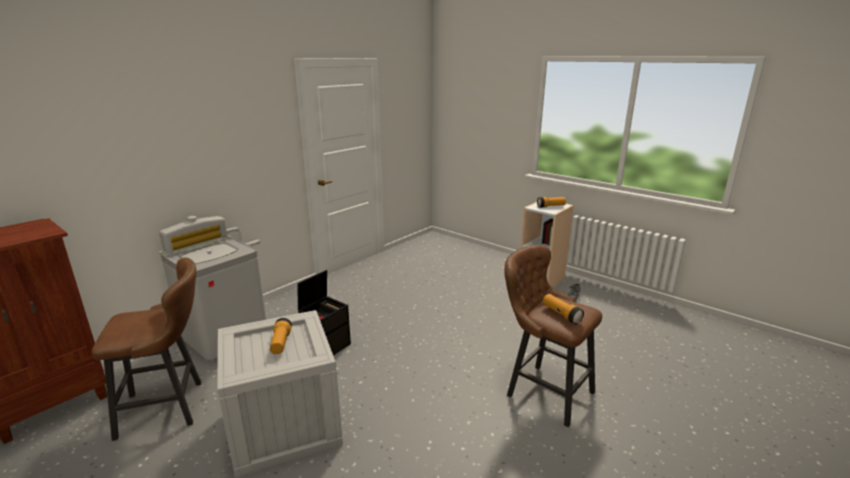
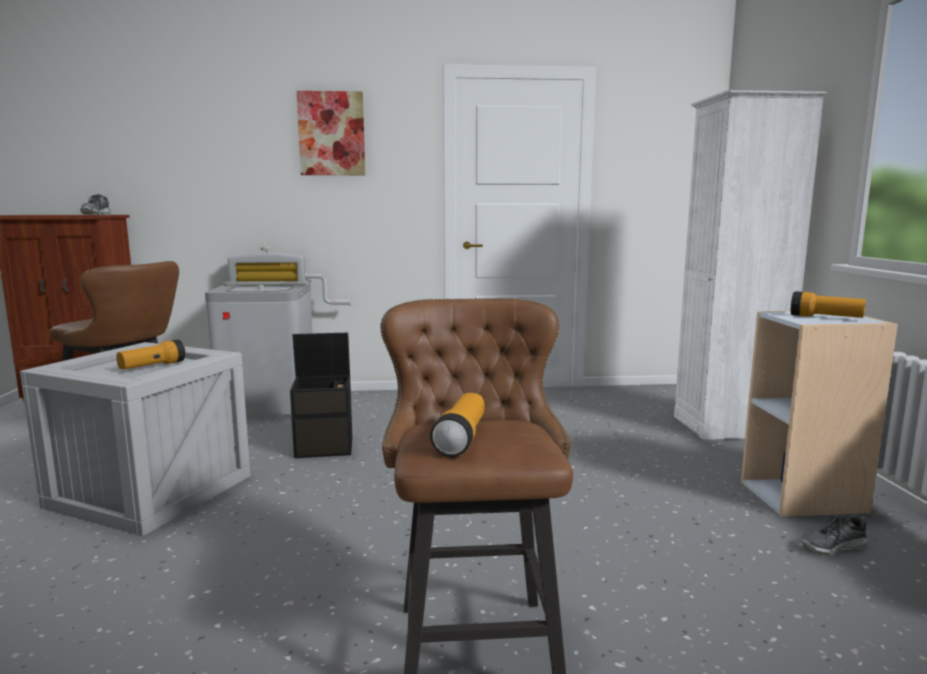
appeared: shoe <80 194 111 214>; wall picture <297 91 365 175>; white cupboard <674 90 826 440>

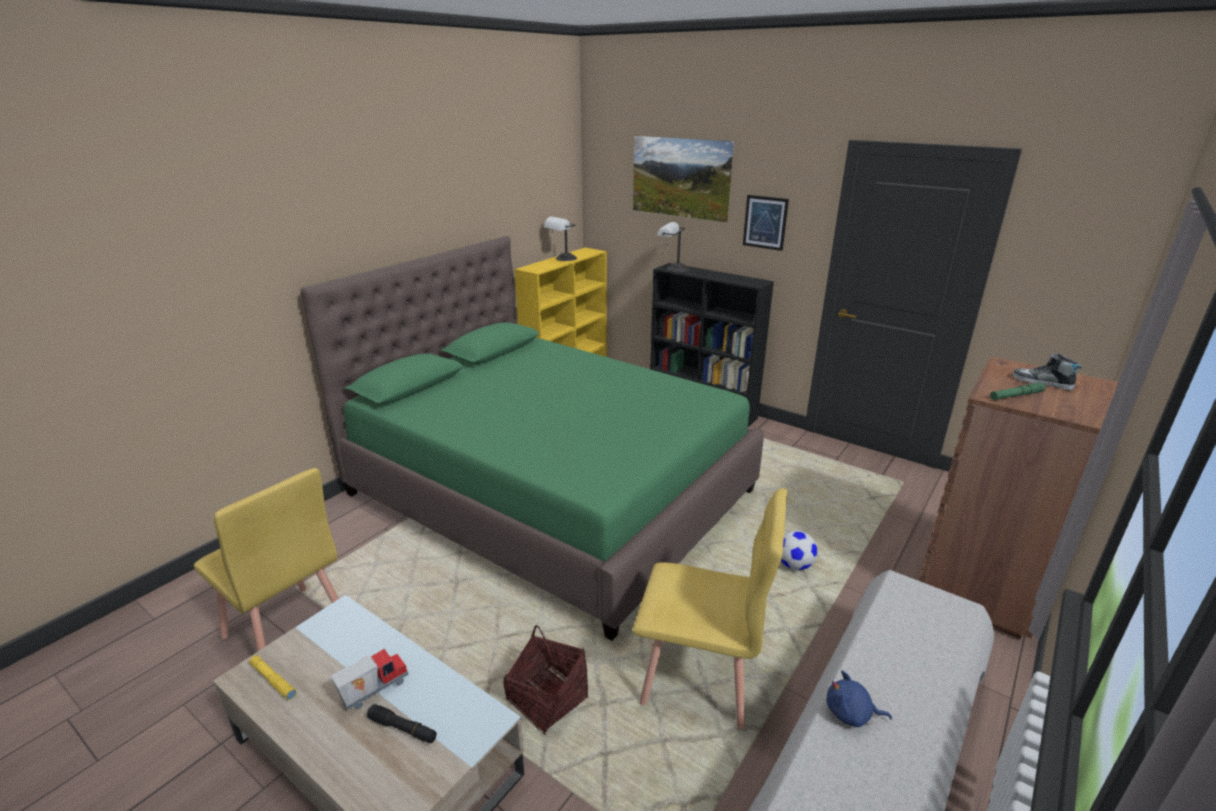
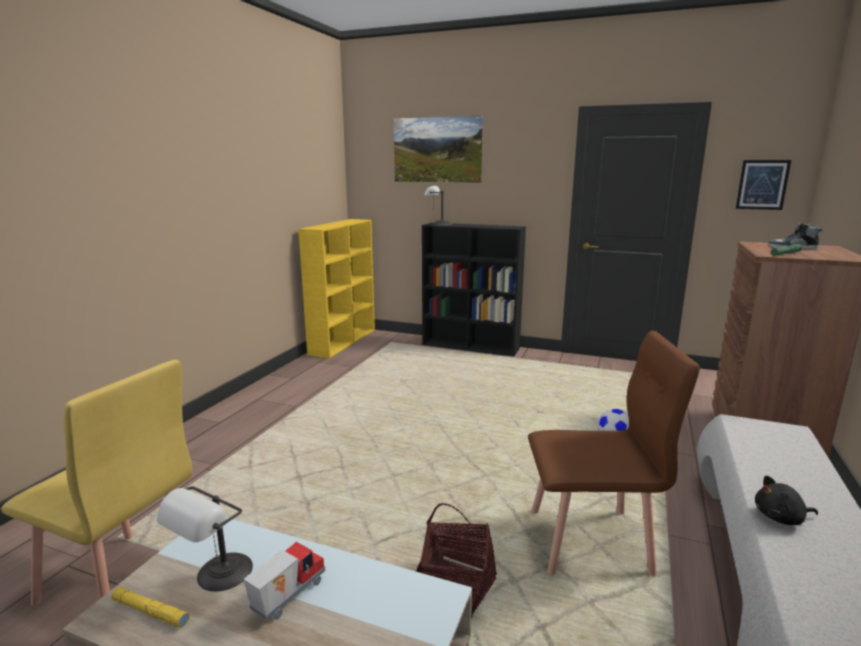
missing: greenish sleeping bed <301 236 764 641>; blackish hand torch <367 704 437 743>
relocated: table lamp <544 217 577 261> to <156 486 253 592>; wall picture <743 195 789 251> to <736 160 791 210>
colour: yellow-coloured chair <632 488 787 729> to brownish chair <528 331 700 576>; blue-coloured cuddly toy <826 670 892 727> to blackish cuddly toy <755 476 818 525>

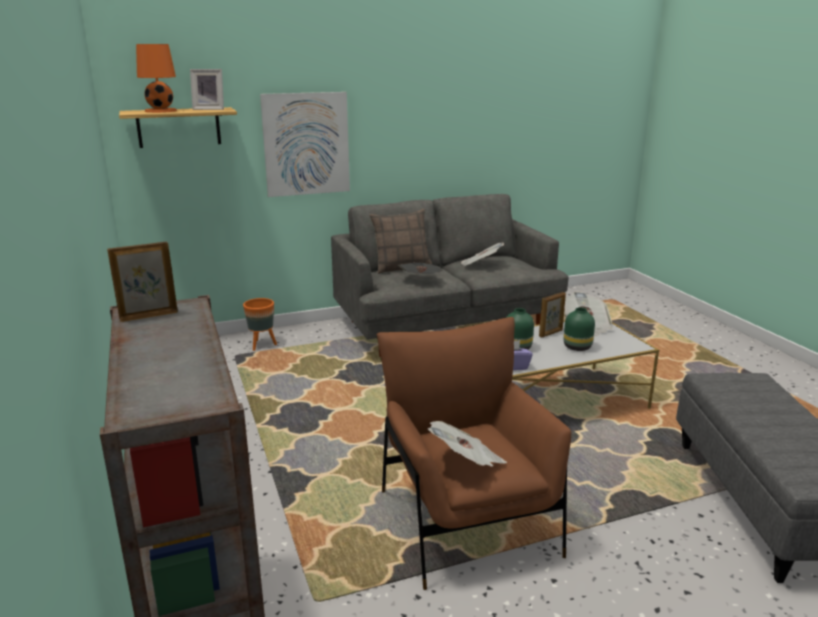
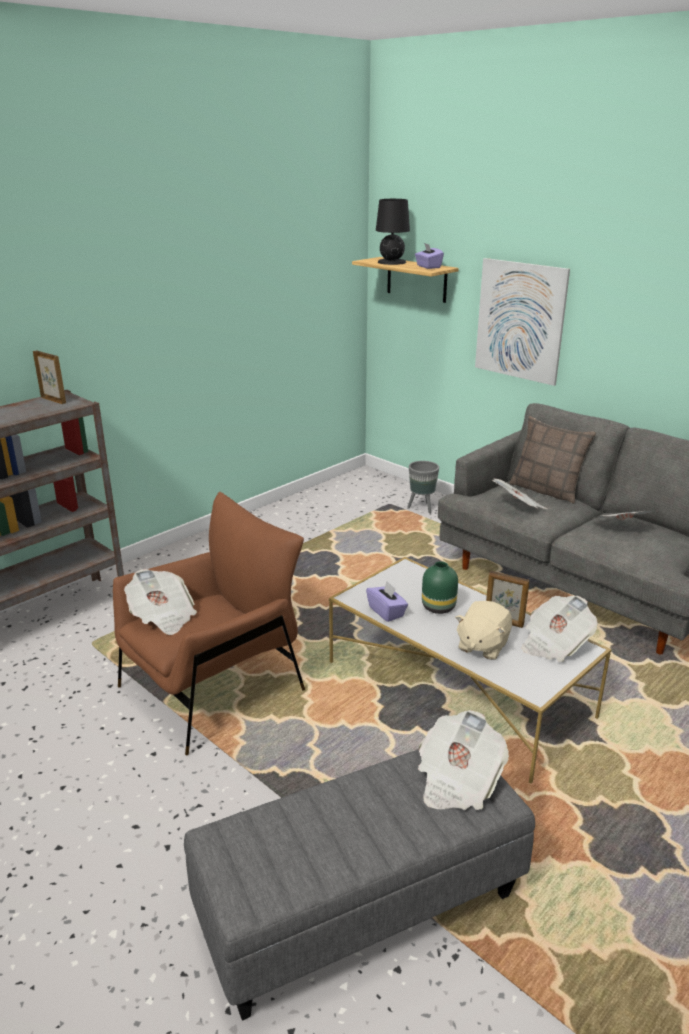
appeared: daily paper <418 710 509 810>
exchanged: picture frame <190 69 224 110> to purple tissue box <415 243 444 269>; greenish decorative vase <564 307 595 351> to beige cuddly toy <455 601 512 660>
colour: orangey table lamp <136 44 177 113> to blackish table lamp <376 199 410 265>; orangey flower pot <243 298 277 351> to grey flower pot <407 461 439 514>

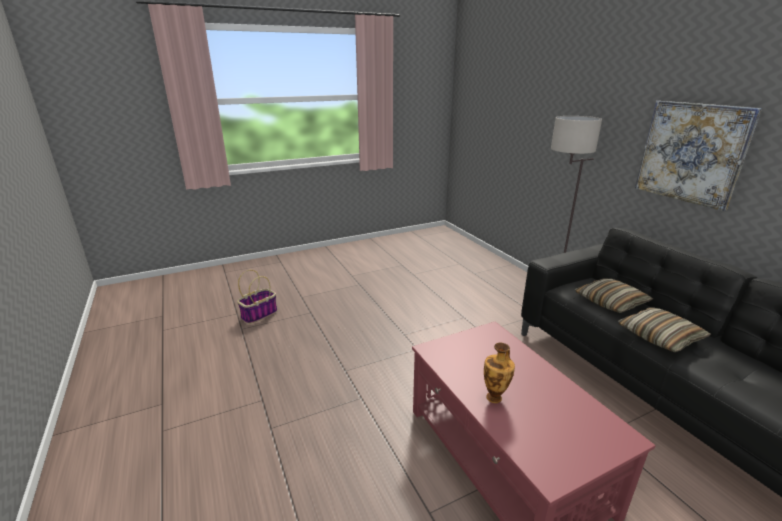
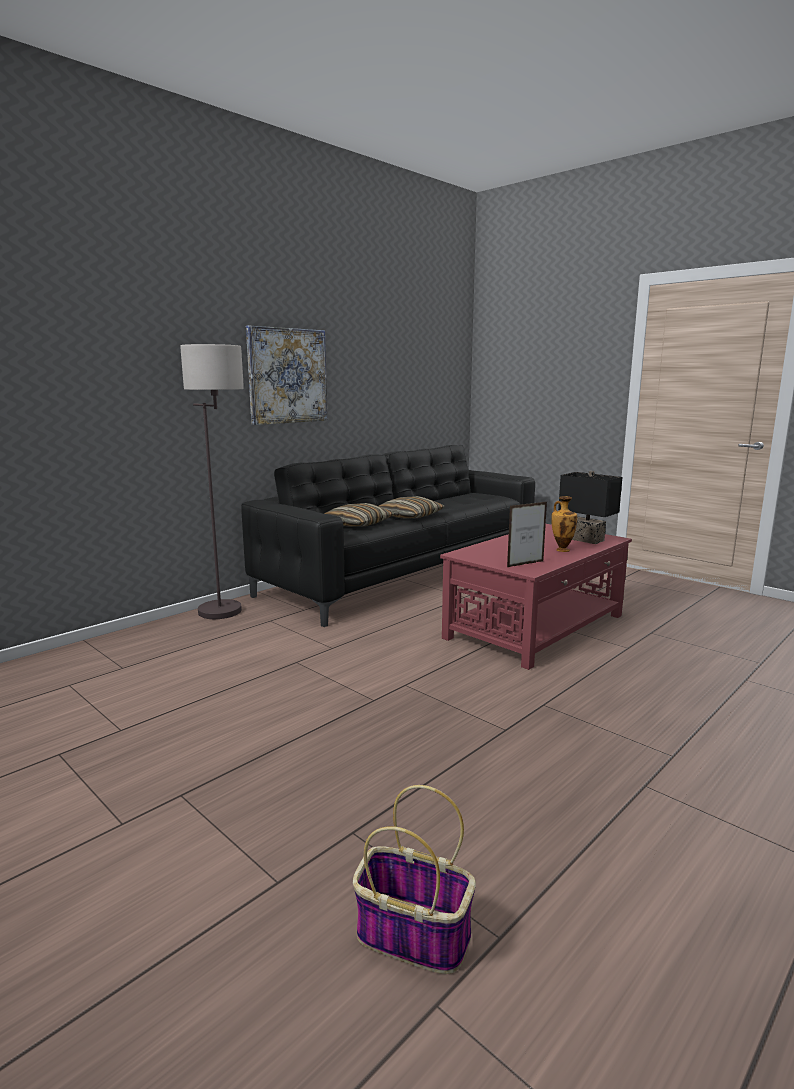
appeared: picture frame <507 502 547 567>; blackish table lamp <558 471 622 544>

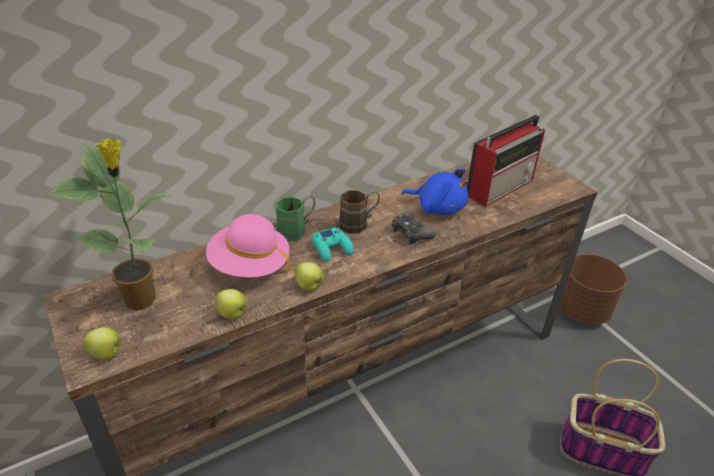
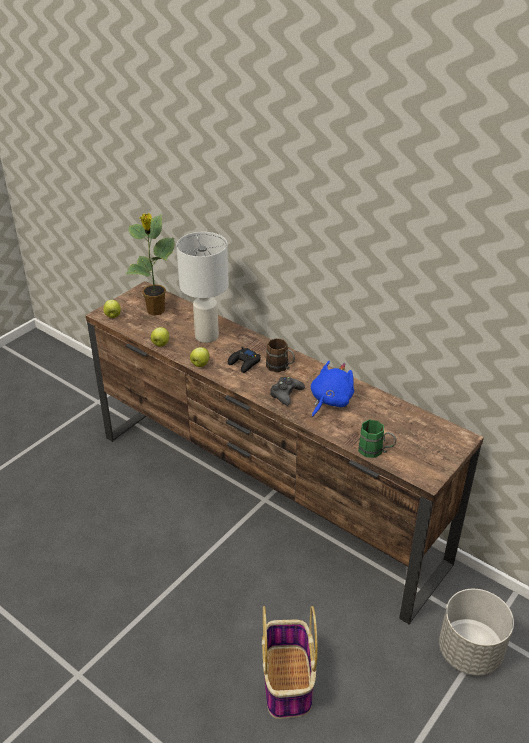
missing: radio set <467 115 545 207>
relocated: greenish coffee mug <276 195 316 242> to <358 420 396 458>
exchanged: pink clothing hat <206 214 290 277> to white table lamp <176 232 229 343>
colour: turquoise-coloured game controller <312 227 354 262> to blackish game controller <228 347 261 373>; brownish flower pot <559 254 627 325> to grey flower pot <439 589 514 675>
spun: blue-coloured cuddly toy <401 168 469 215> = <311 361 354 417> 150 degrees counterclockwise

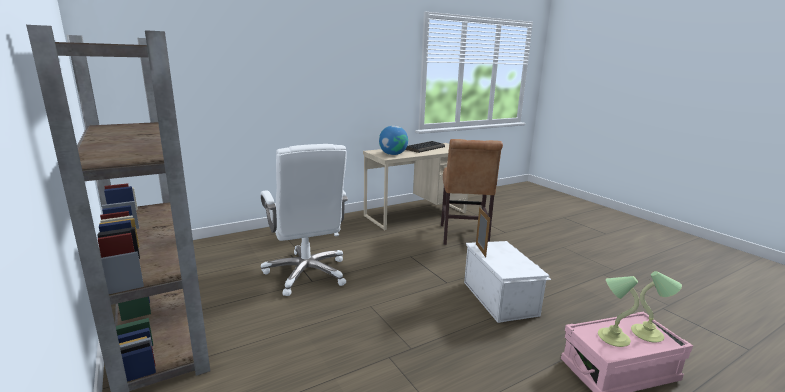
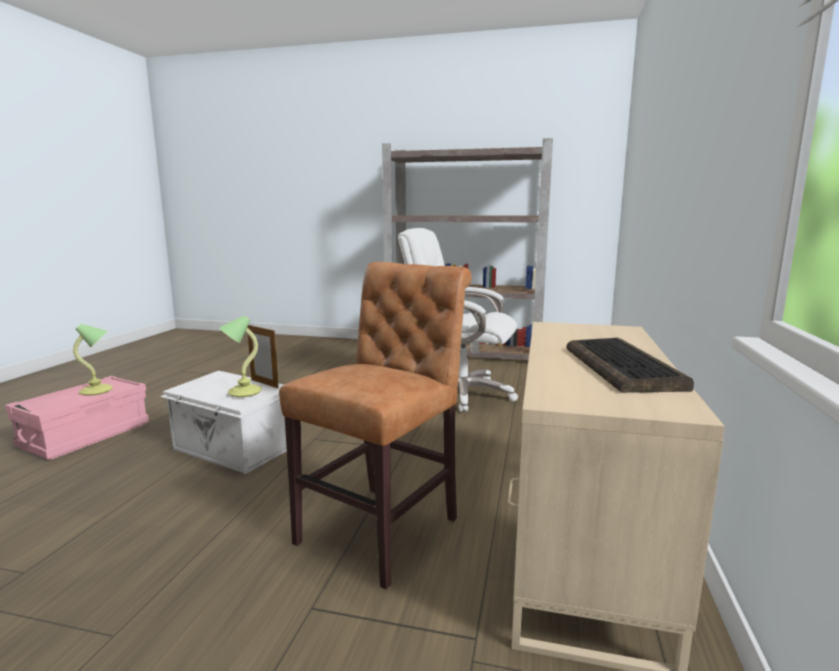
missing: world globe <379 126 408 155>
relocated: table lamp <631 271 682 343> to <219 316 262 397>
spun: brownish chair <441 139 503 245> = <279 262 471 590> 75 degrees clockwise

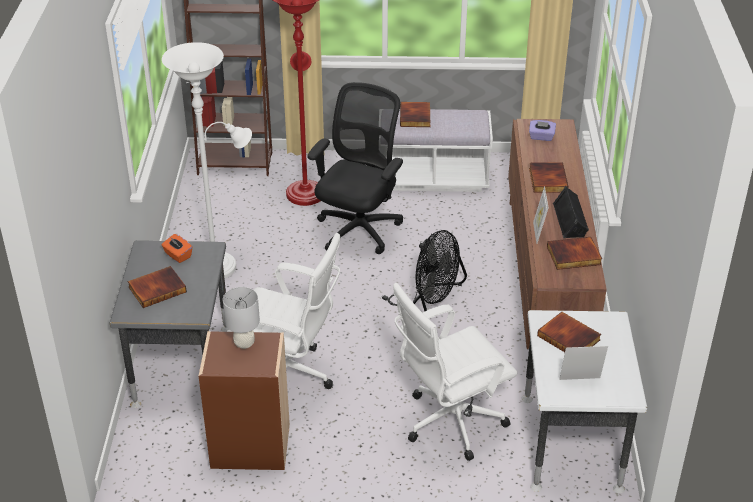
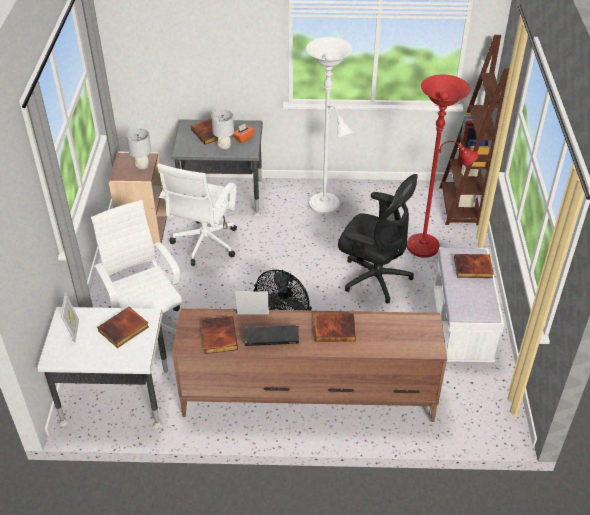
missing: purple tissue box <529 120 556 141>
appeared: grey table lamp <211 109 234 150>

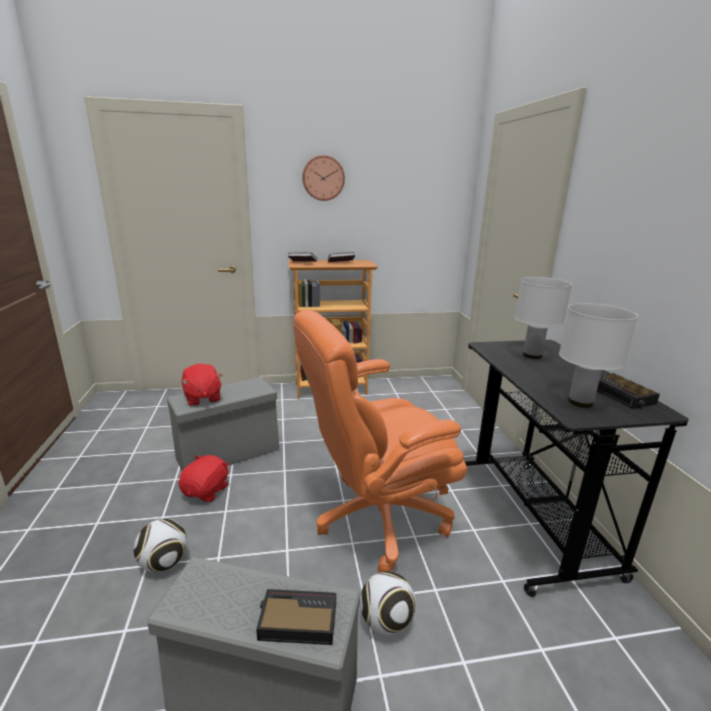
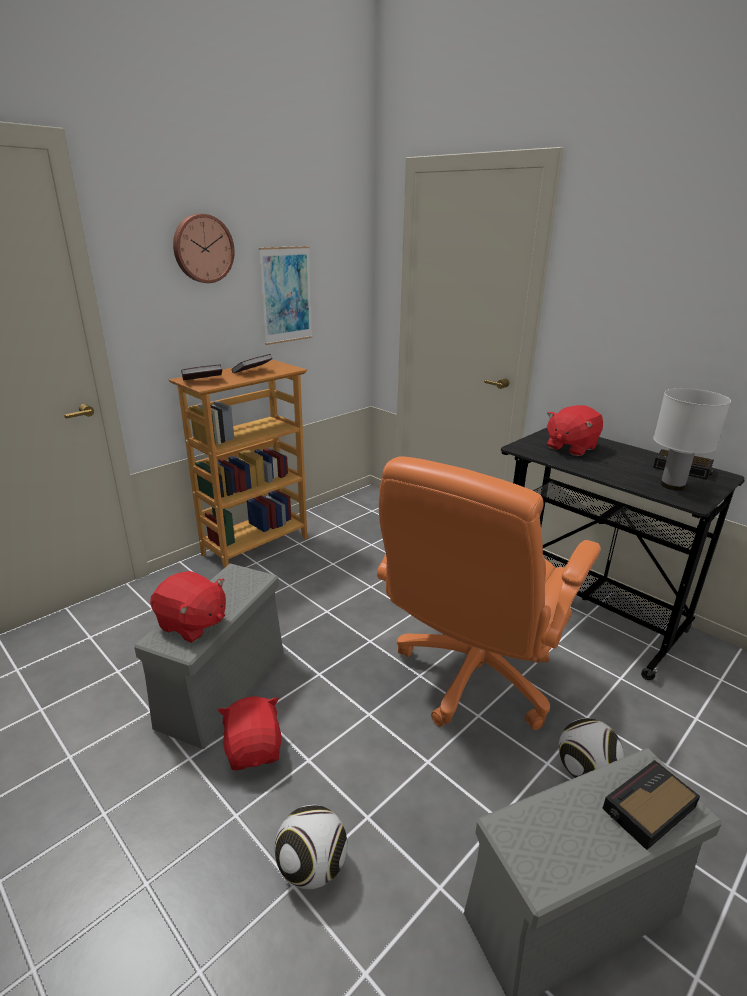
appeared: wall picture <259 246 312 345>
exchanged: white table lamp <515 277 572 359> to red cuddly toy <547 405 603 456>

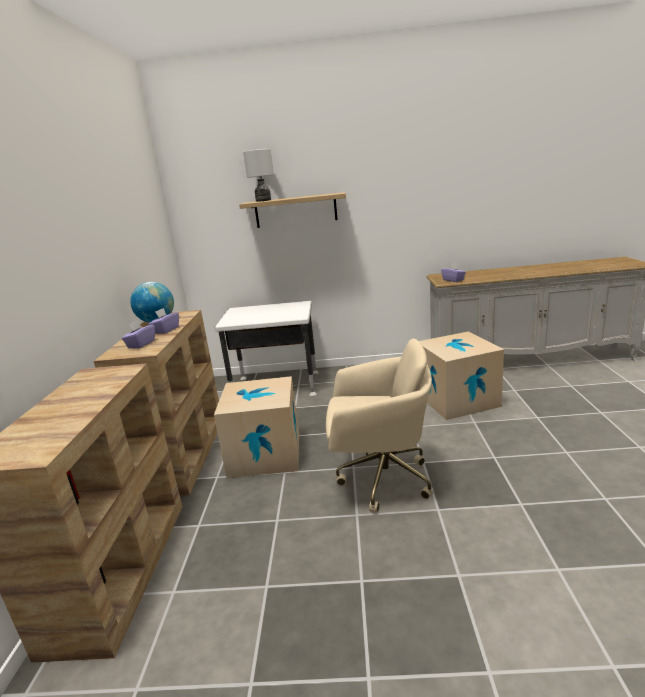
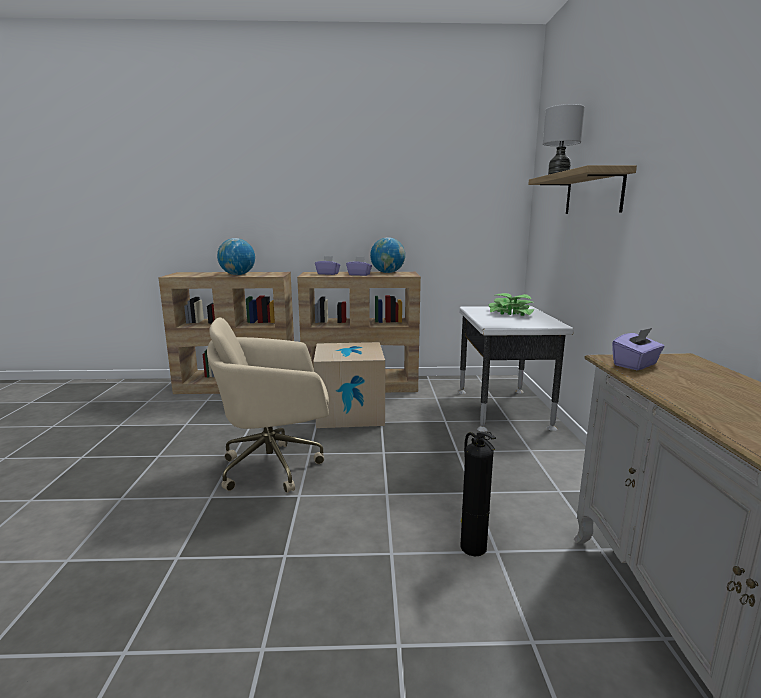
appeared: world globe <217 238 255 275>; houseplant <489 293 535 316>
exchanged: cardboard box <419 332 504 420> to fire extinguisher <460 432 496 556>
spun: beige office chair <326 339 433 512> = <207 318 329 493> 75 degrees clockwise

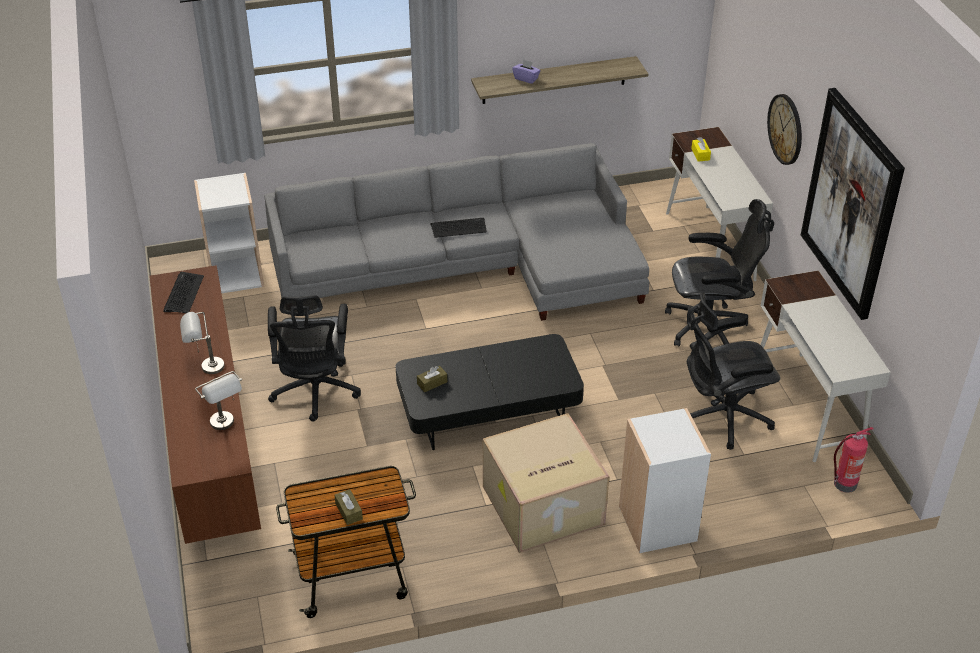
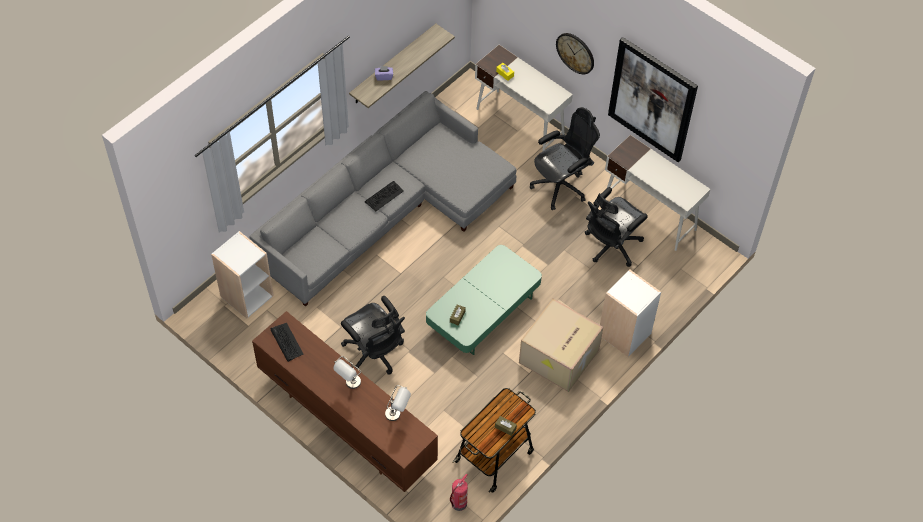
relocated: fire extinguisher <834 427 874 493> to <450 474 468 511>
colour: blackish lounge table <396 334 584 450> to greenish lounge table <426 245 542 355>

